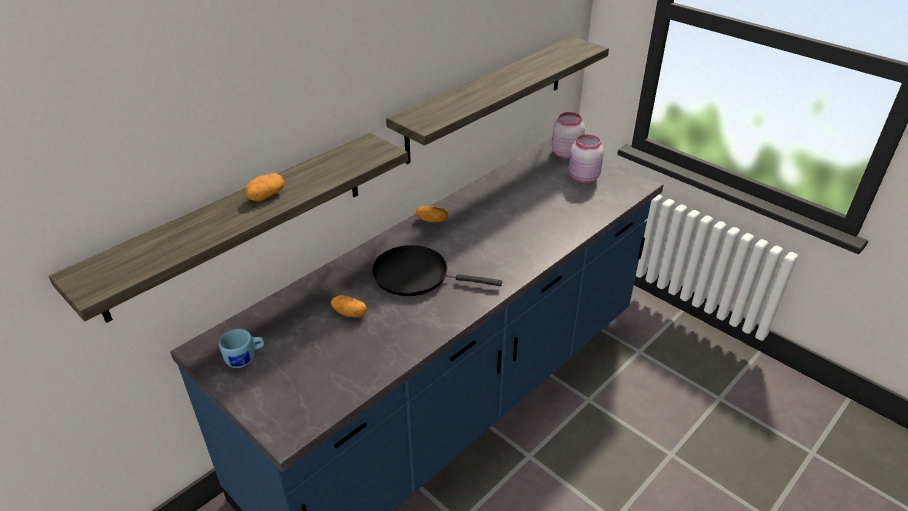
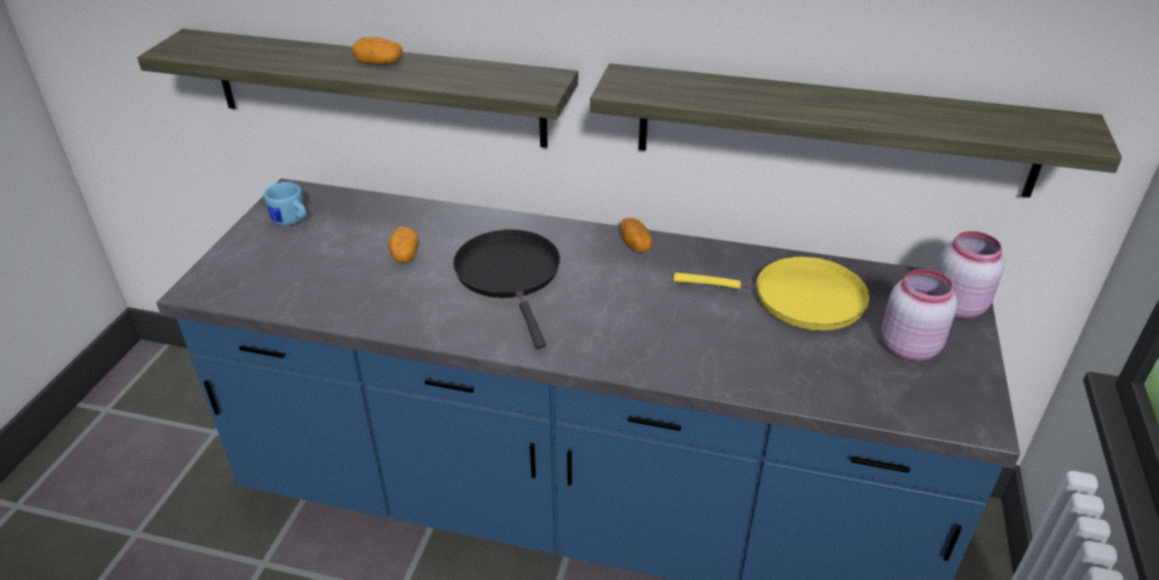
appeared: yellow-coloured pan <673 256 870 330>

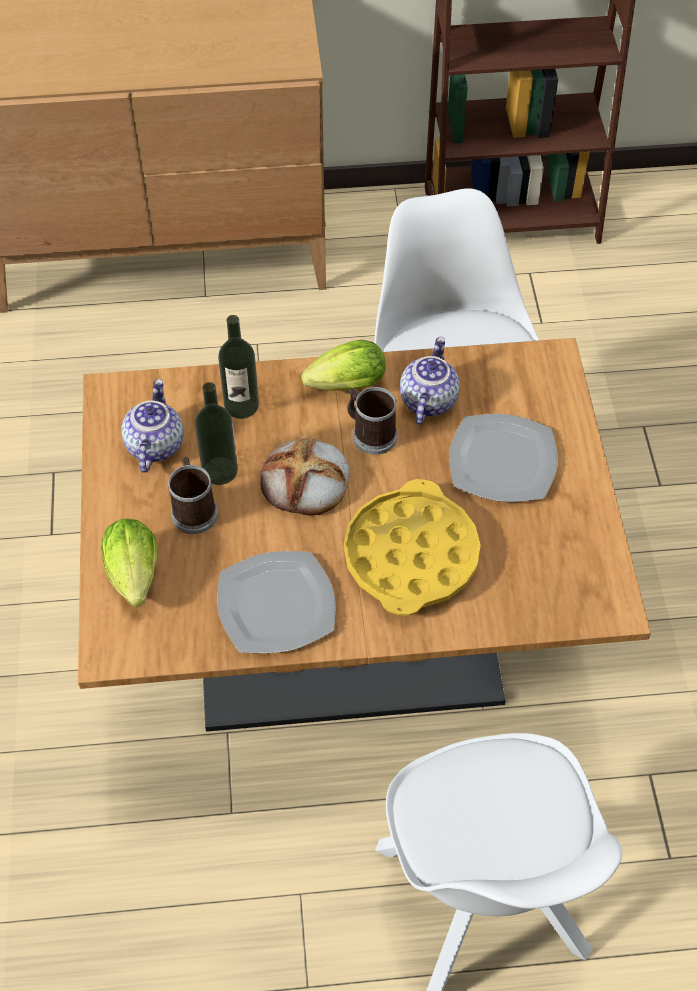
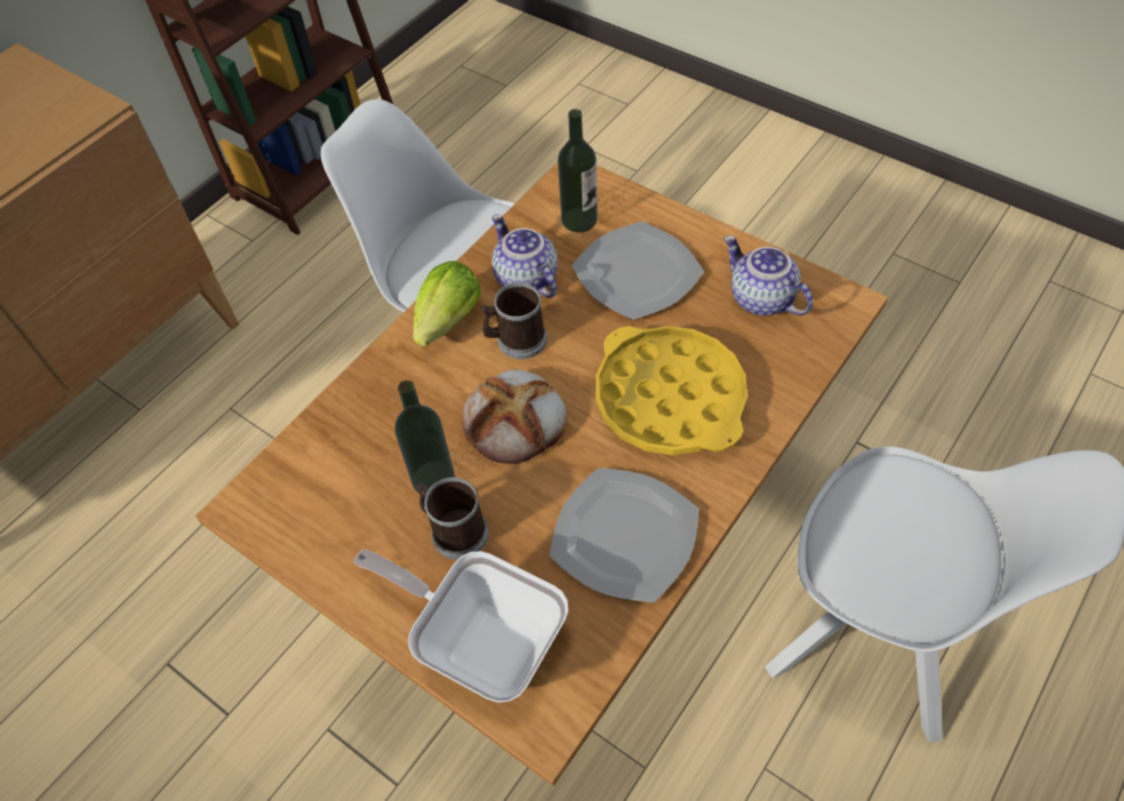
relocated: pot for tea <121 379 183 473> to <724 236 813 316>; beverage bottle <218 315 259 419> to <558 109 597 233>
exchanged: lettuce head <101 519 157 607> to pan <354 550 569 703>

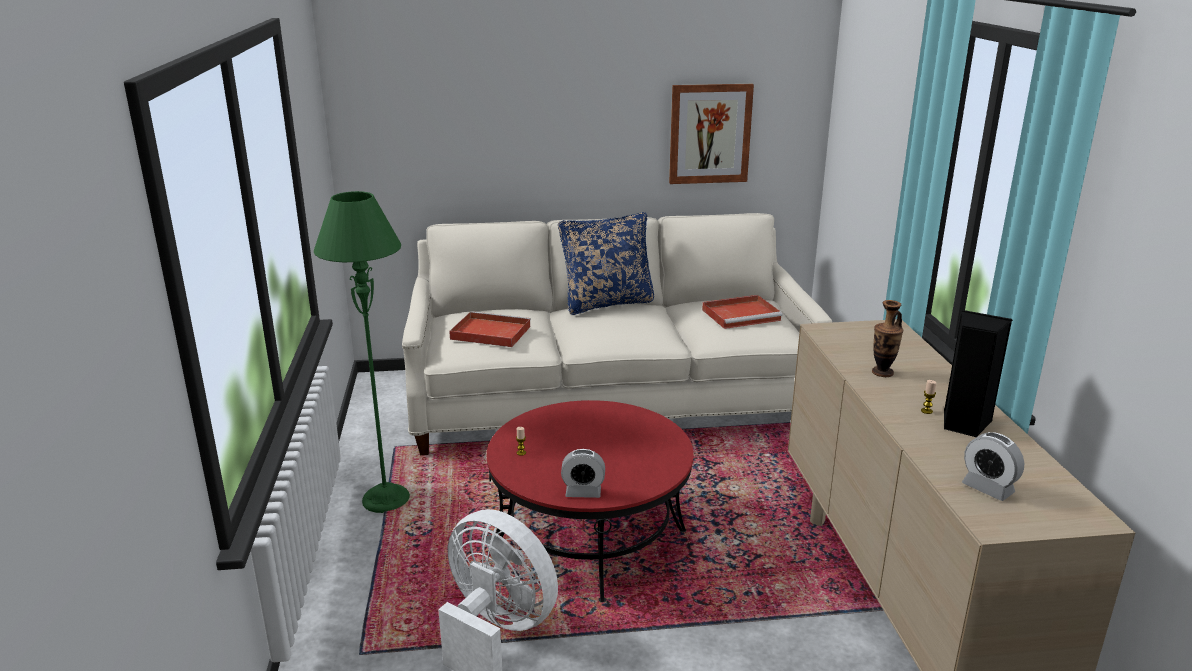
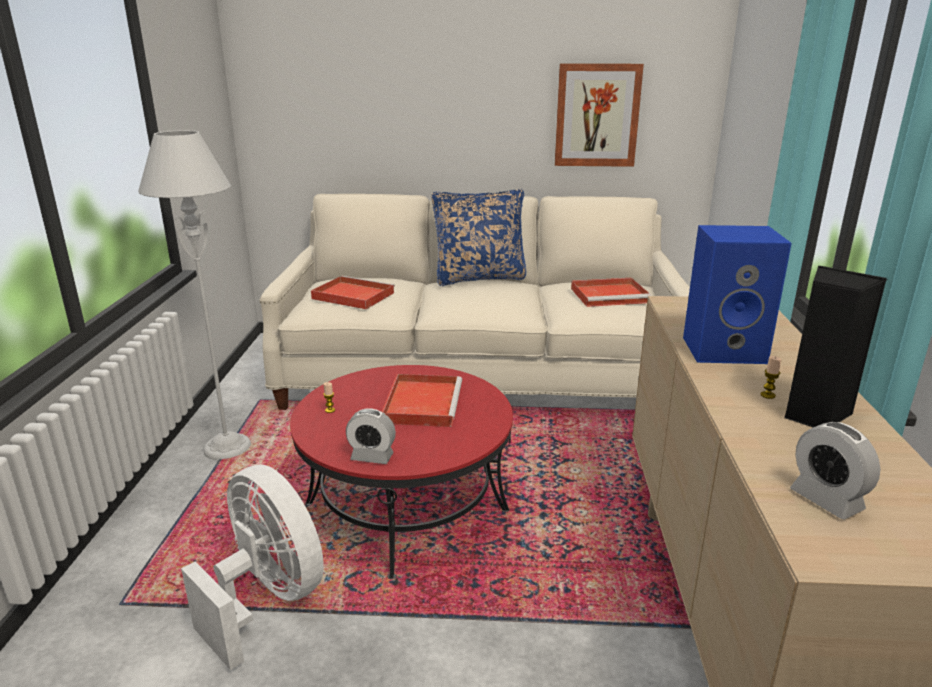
appeared: red serving tray <382 374 462 427>
exchanged: decorative vase <872 300 903 377> to blue-coloured audio speaker <683 225 792 364>
colour: greenish floor lamp <314 191 410 513> to grey floor lamp <138 130 251 460>

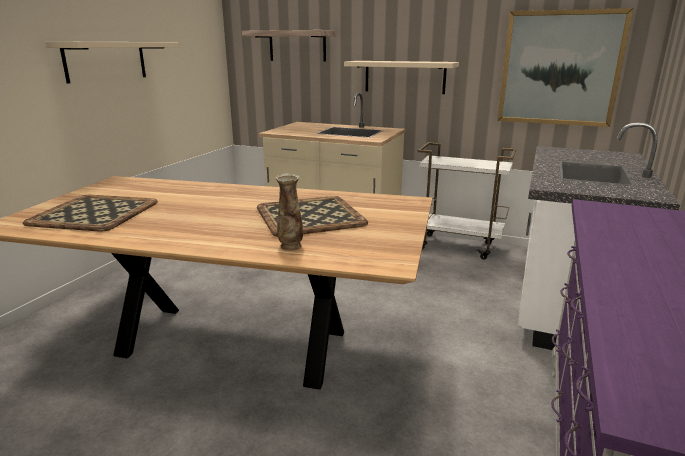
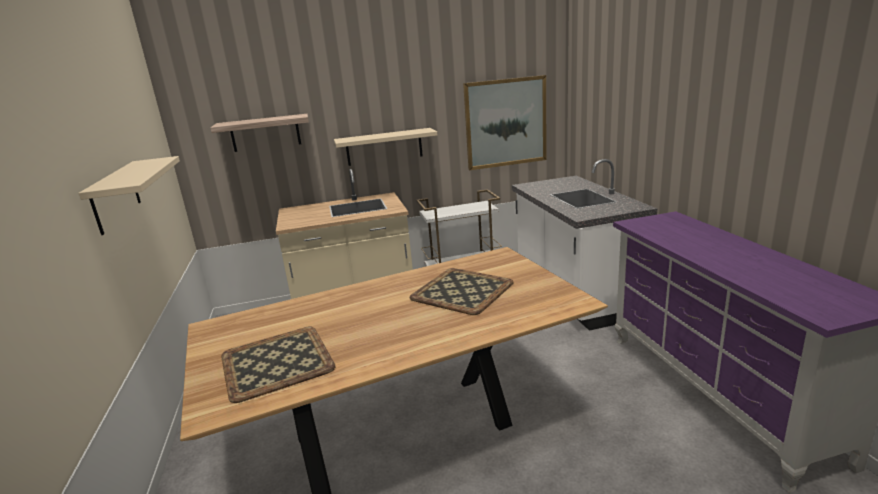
missing: decorative vase <275 173 303 251>

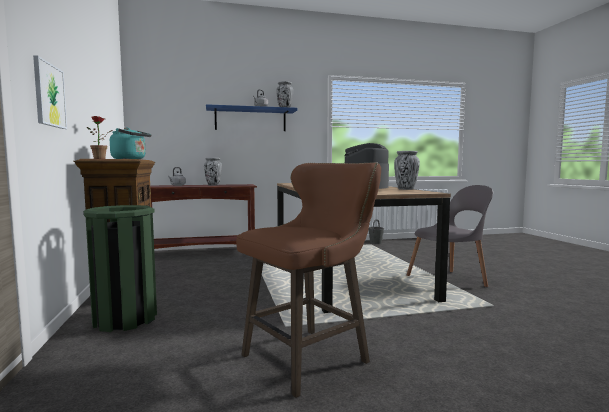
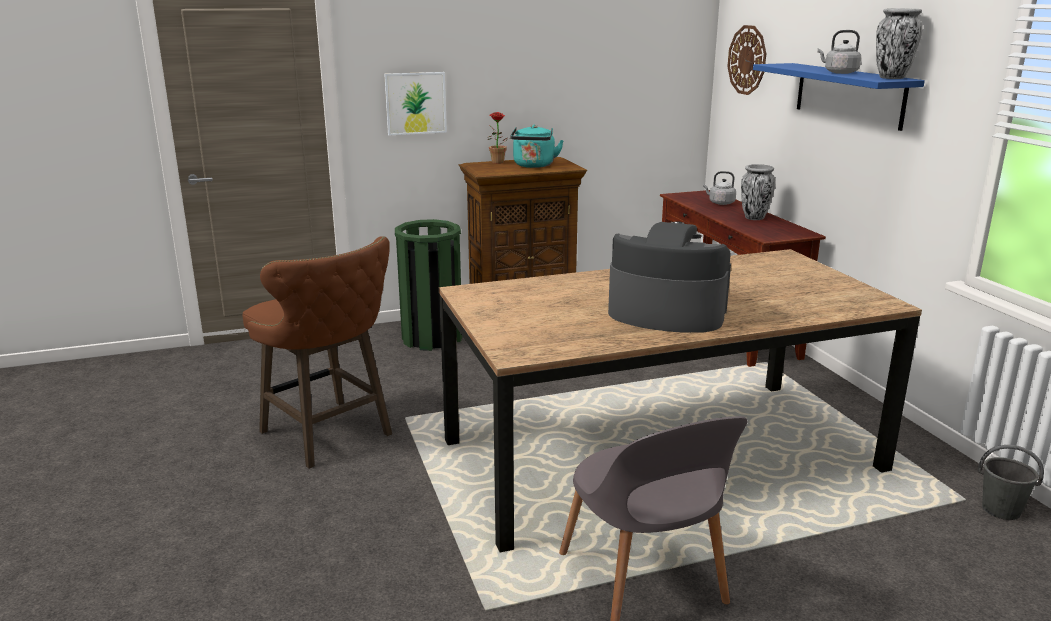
missing: decorative vase <394 151 420 190>
appeared: wall clock <727 25 766 95>

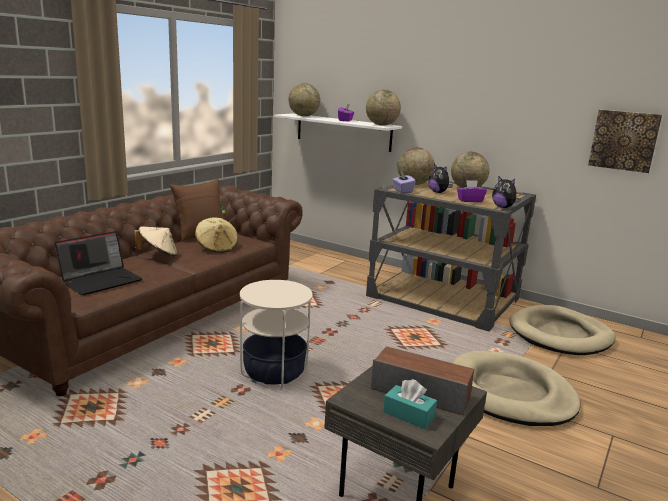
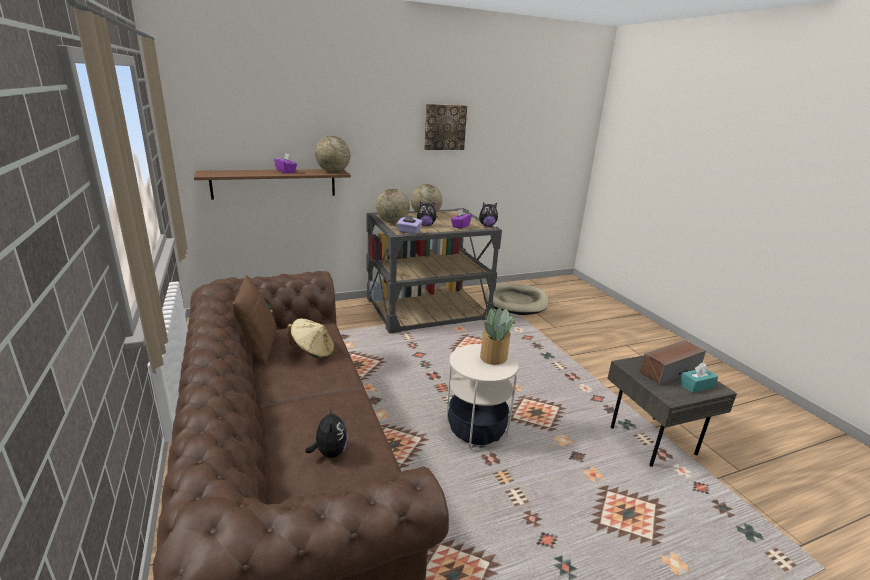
missing: beige clothing hat <135 227 178 257>; world globe <288 83 320 116>; beige pet bed <452 351 580 426>
appeared: houseplant <480 308 515 365>
relocated: wall picture <588 110 662 173> to <424 104 467 150>
exchanged: laptop <55 231 143 295> to cuddly toy <305 406 348 458>
colour: white bracket shelf <274 113 402 152> to brownish bracket shelf <194 169 351 200>

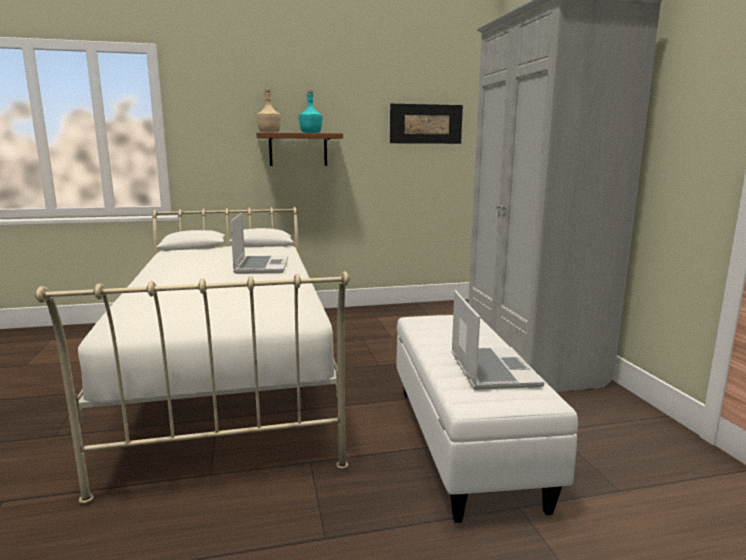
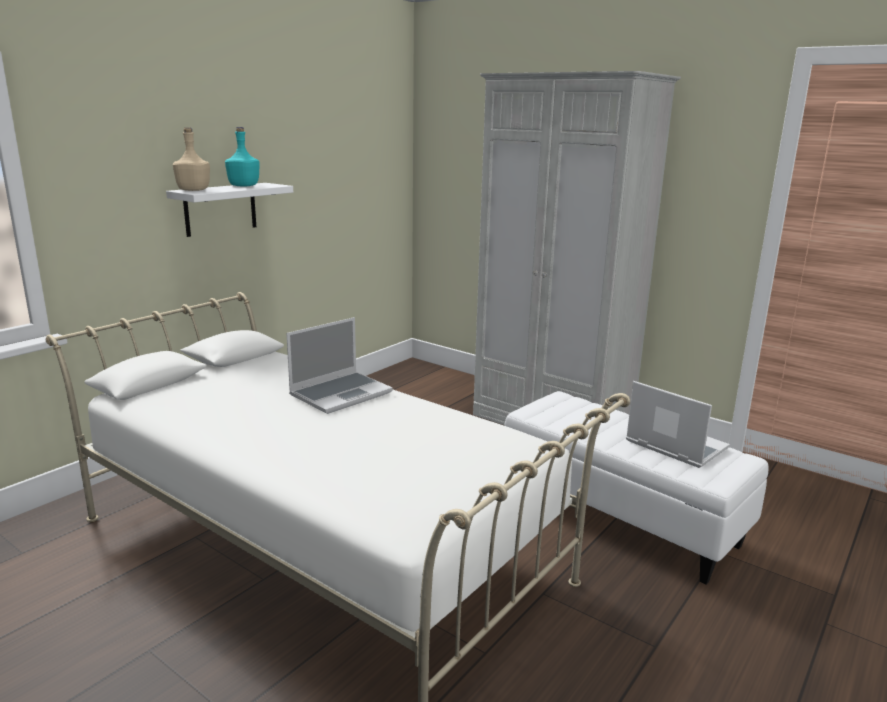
missing: wall picture <390 104 463 144>
colour: brownish bracket shelf <256 133 343 166> to white bracket shelf <166 183 293 237>
spun: laptop <230 213 288 274> = <286 317 393 414> 90 degrees clockwise

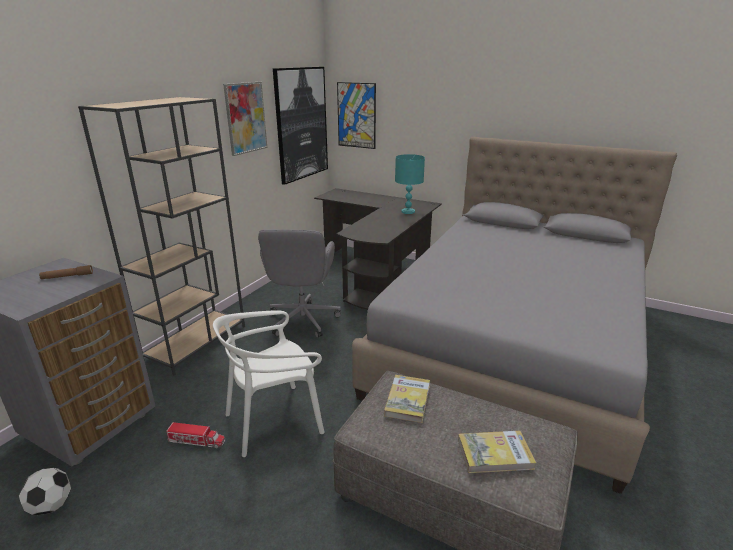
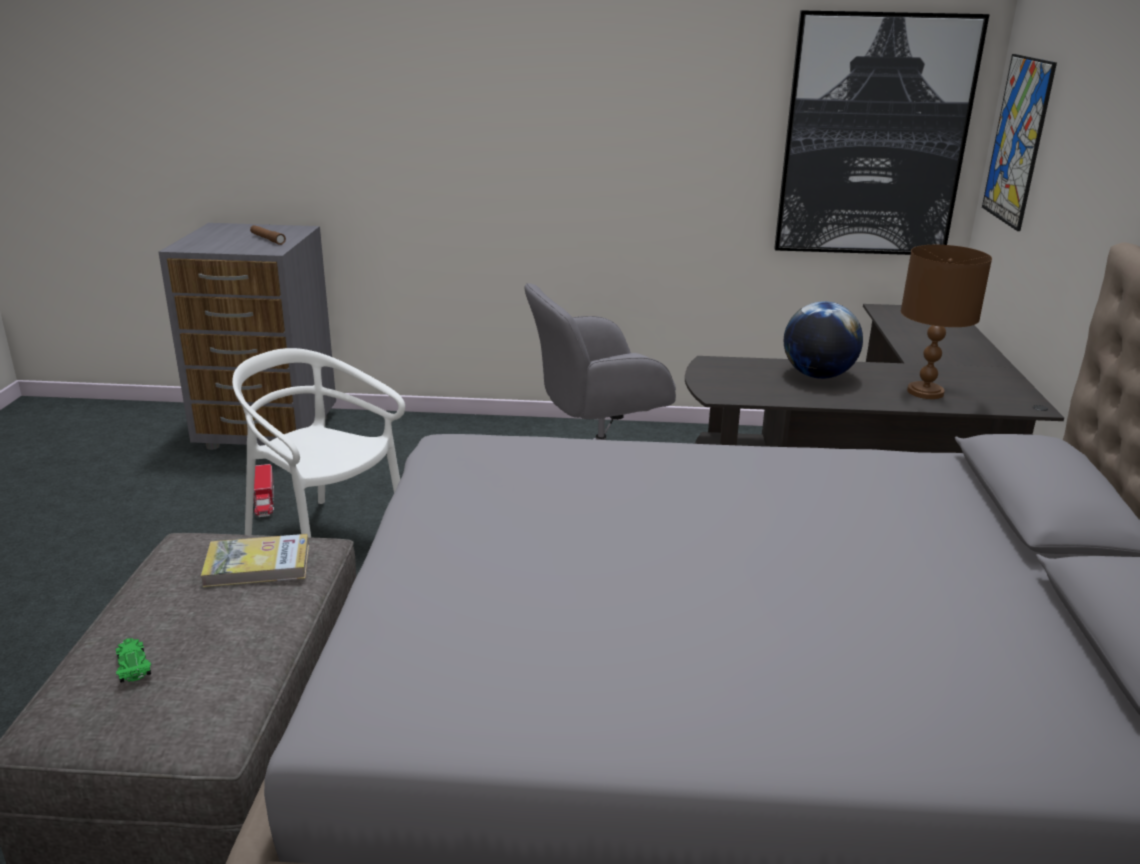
missing: football ball <19 468 71 515>; shelving unit <78 97 245 375>; wall picture <223 82 267 156>
appeared: world globe <784 301 863 379>
exchanged: bound book <458 431 536 473> to greenish miniature car <116 638 151 683>
colour: turquoise-coloured table lamp <395 154 425 214> to brownish table lamp <901 245 992 399>

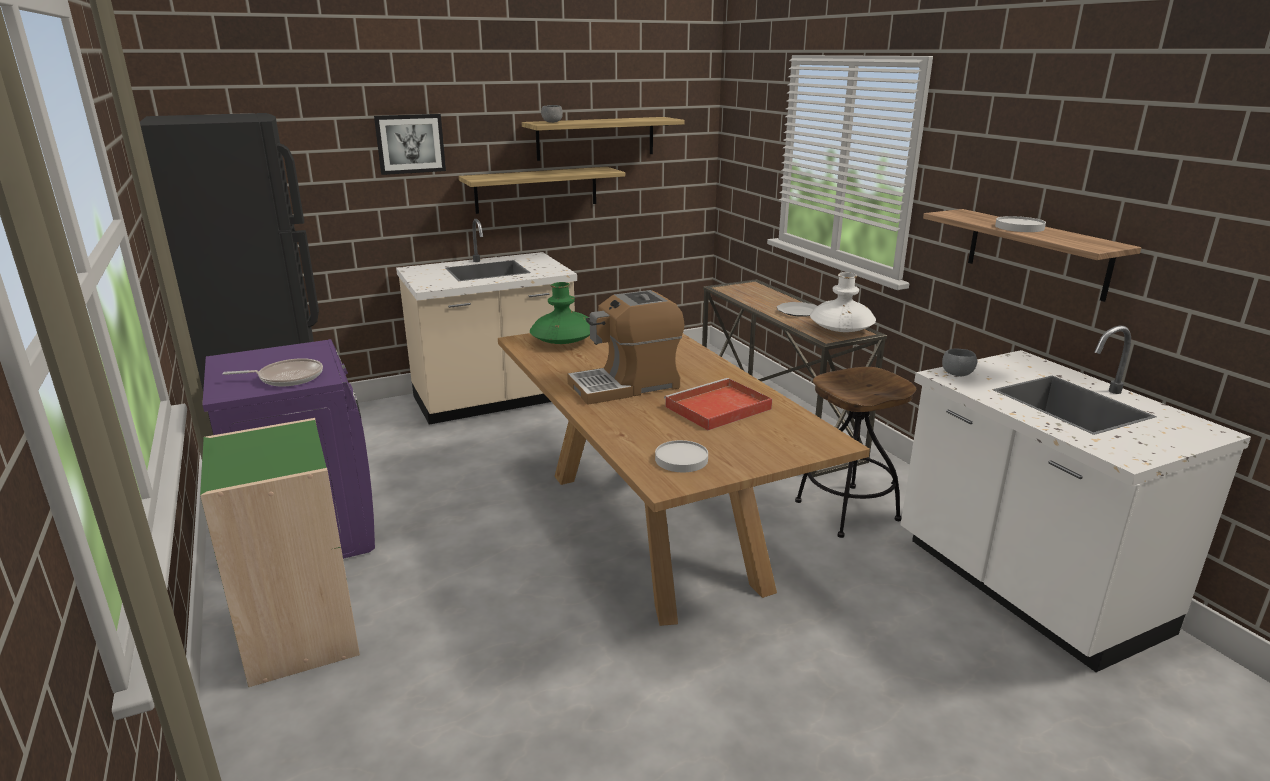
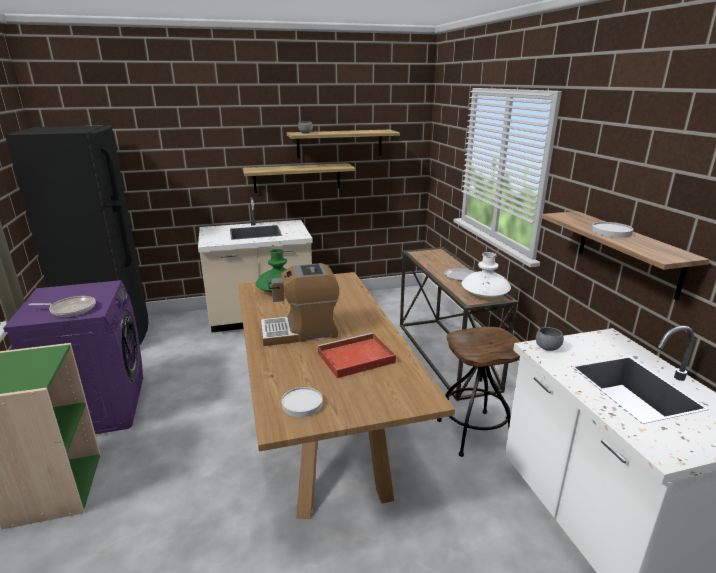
missing: wall picture <374 114 446 175>

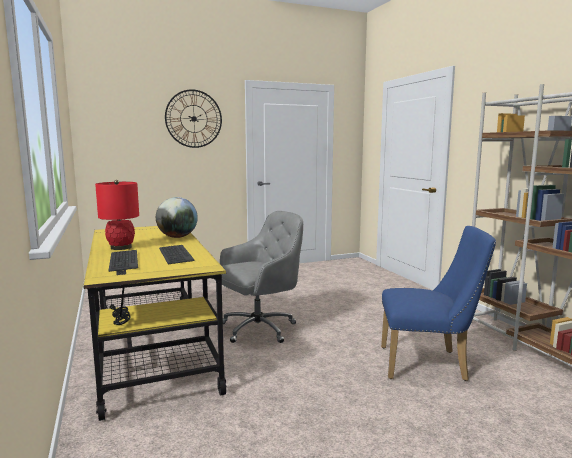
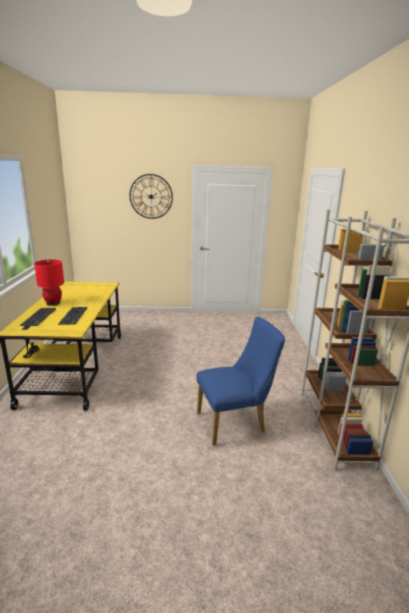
missing: world globe <156 197 198 238>; grey office chair <214 211 303 343>
spun: blue-coloured chair <381 226 496 381> = <197 317 285 445> 45 degrees counterclockwise

